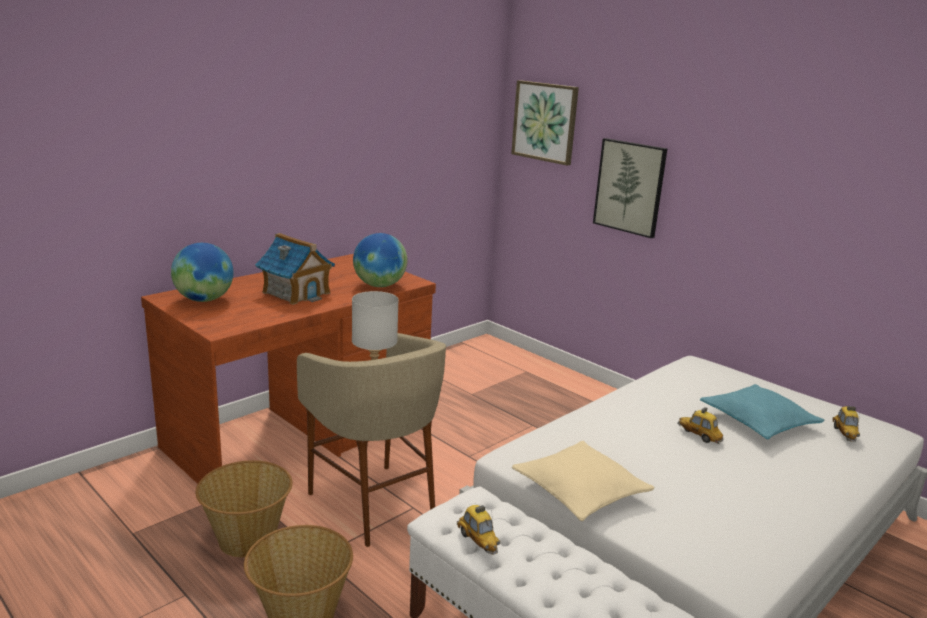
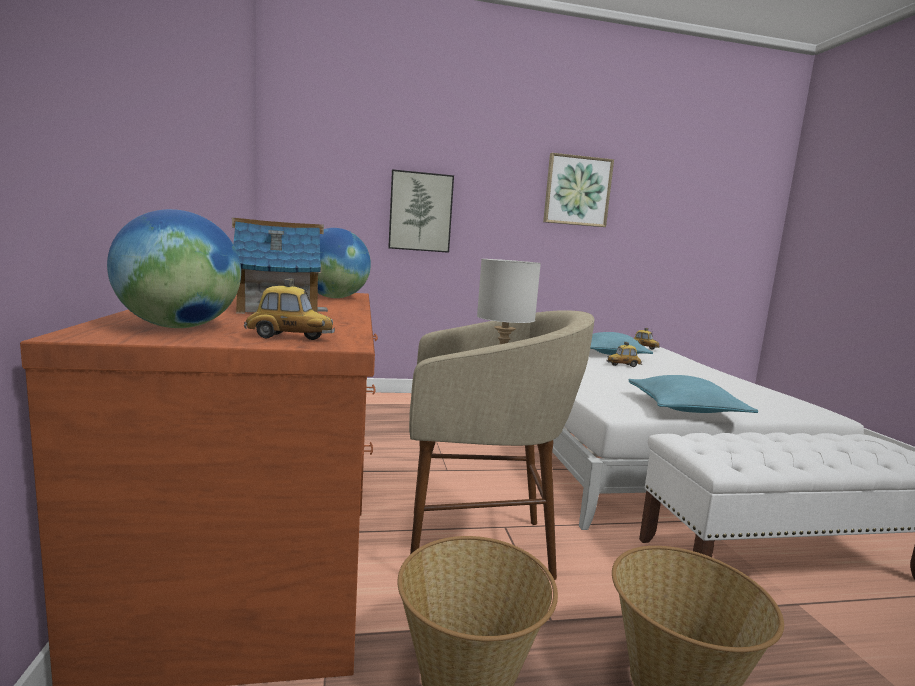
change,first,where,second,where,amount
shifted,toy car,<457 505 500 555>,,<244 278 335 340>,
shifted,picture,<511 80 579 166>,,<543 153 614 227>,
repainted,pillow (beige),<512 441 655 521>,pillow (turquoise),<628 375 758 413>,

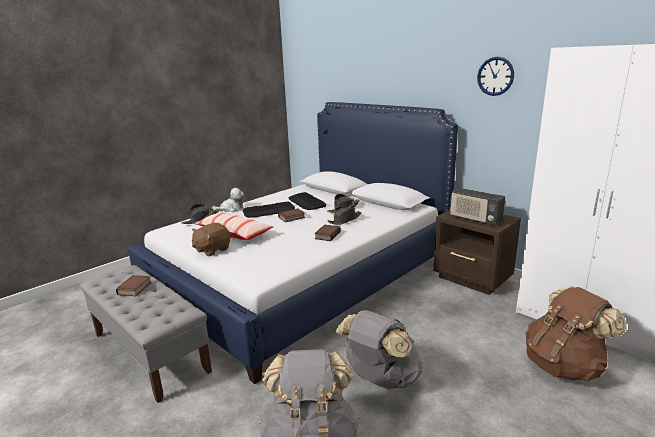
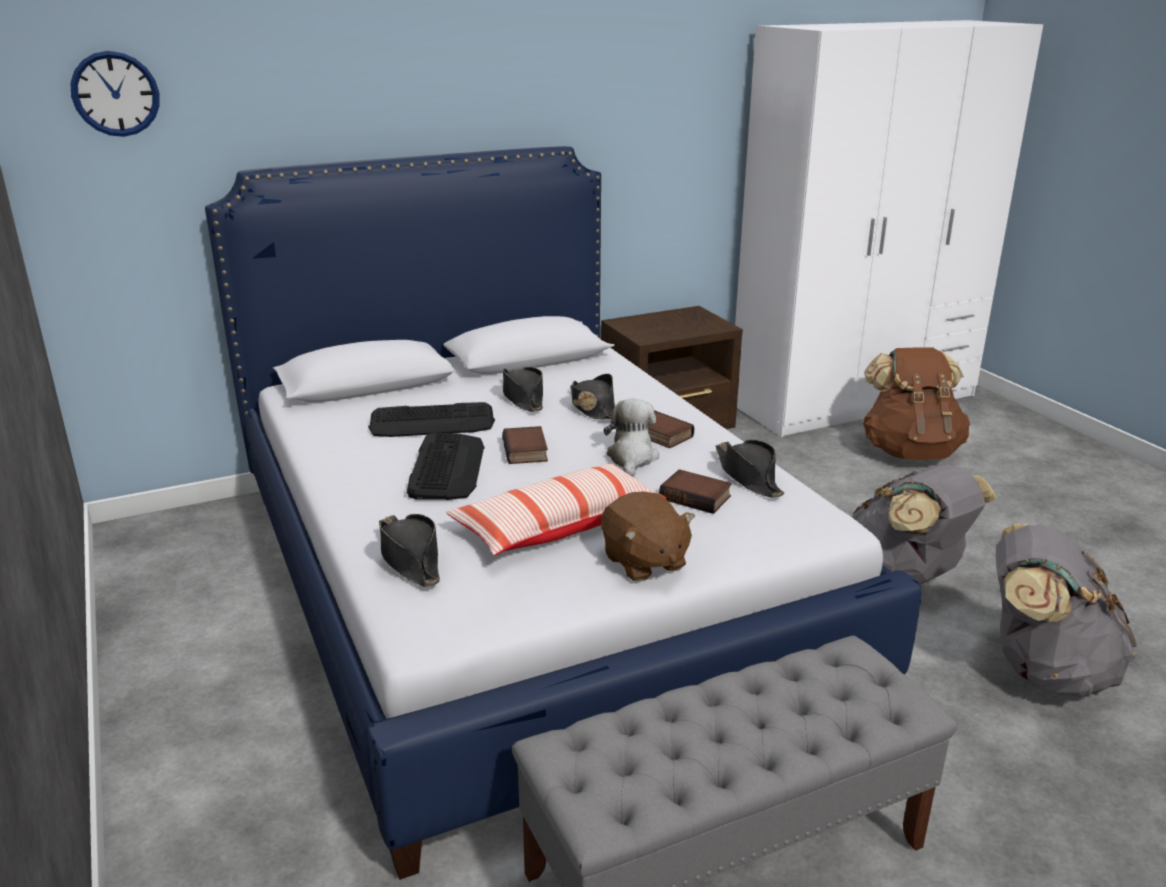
change,first,where,second,where,amount
shifted,wall clock,<477 57 514 96>,,<70 51 160 137>,
shifted,plush toy,<212 188 244 212>,,<604 399 659 476>,
shifted,book,<116 275 152 296>,,<659 469 732 514>,
new,,,hat (black),<716 440 785 498>,
gone,radio,<450 188 505 226>,,,

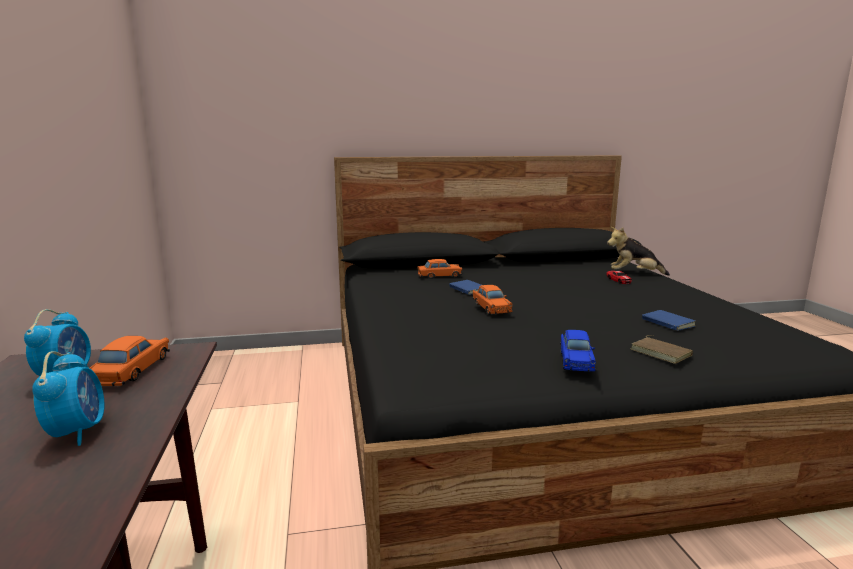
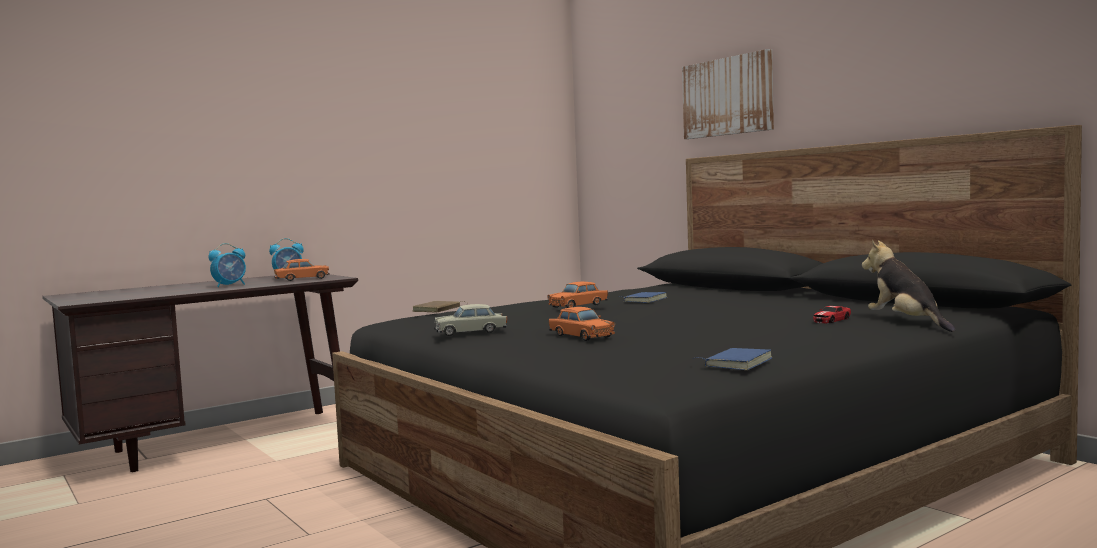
change,first,where,second,where,amount
shifted,book (brown),<630 335 693 364>,,<413 301 467 313>,
repainted,toy car (blue),<560 330 596 372>,toy car (beige),<434 304 507 336>,
shifted,toy car (orange),<417 259 462 279>,,<549 307 615 341>,
new,,,picture,<682 49 774 139>,
shifted,book (blue),<642 310 695 331>,,<693 348 772 370>,

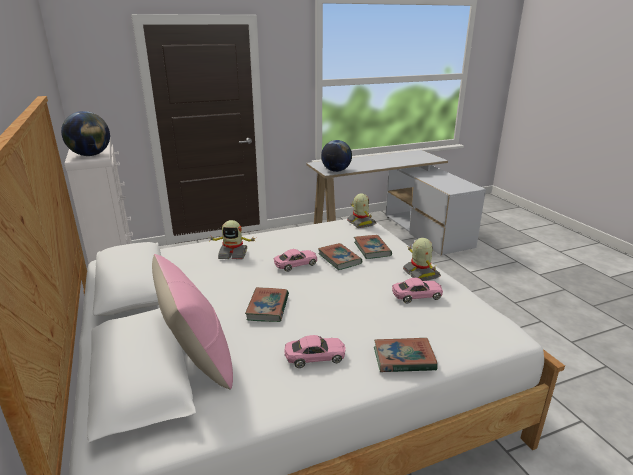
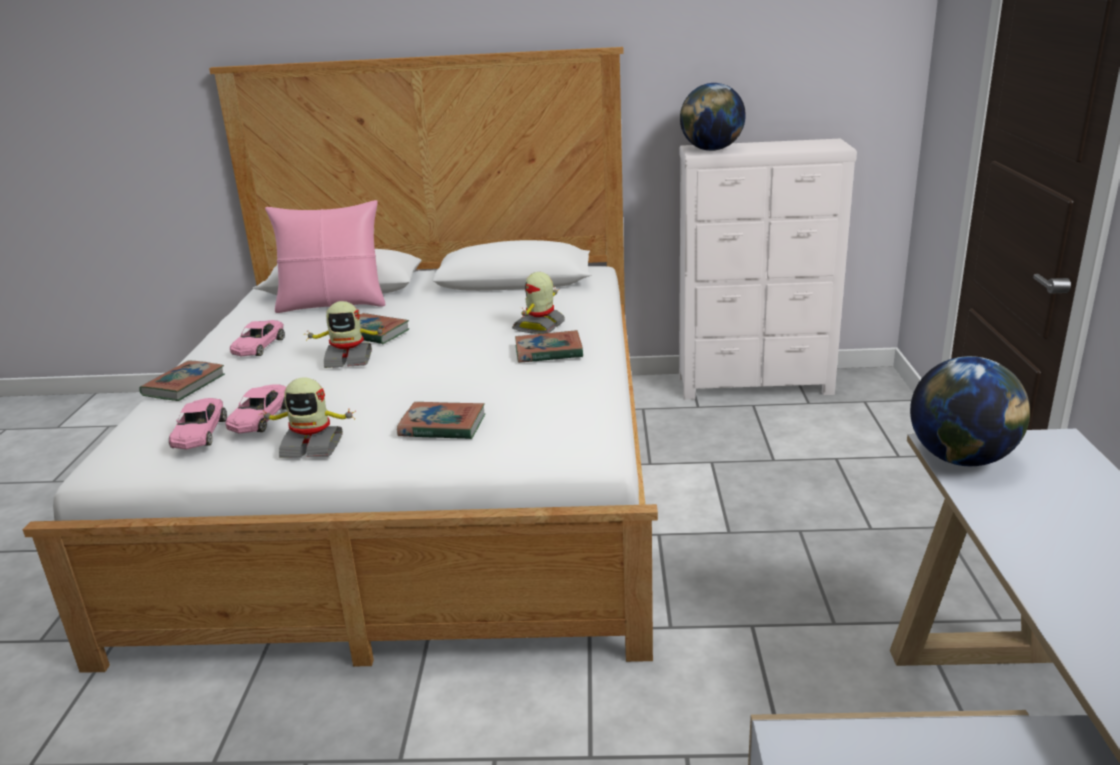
change,first,where,second,where,amount
shifted,toy car (pink),<274 249 317 272>,,<169 398 227 449>,
shifted,toy robot,<347 193 377 228>,,<306 301 385 368>,
shifted,book,<318 243 362 270>,,<515 330 583 363>,

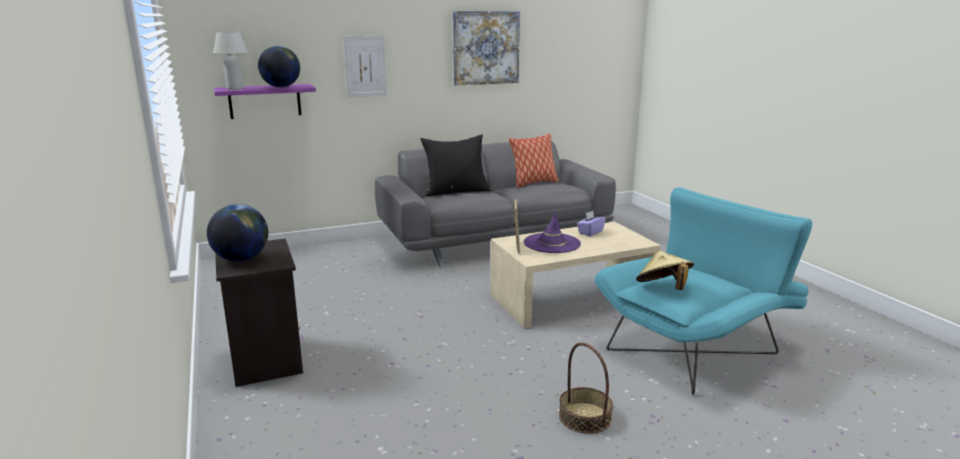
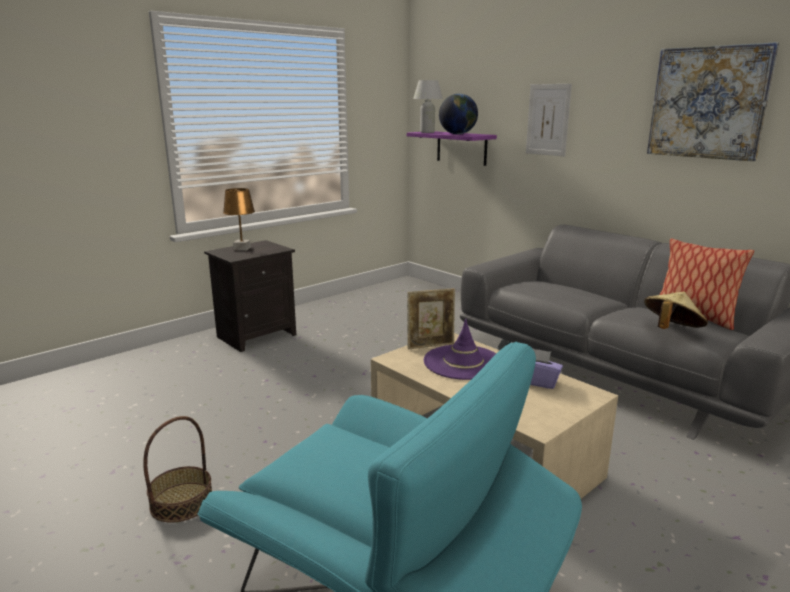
change,first,where,second,where,amount
swapped,globe,<207 204 268 262>,table lamp (brown),<223 188 255 251>,
shifted,hat (beige),<636 251 694 290>,,<644 291 708 329>,
gone,pillow (black),<420 135 491 197>,,,

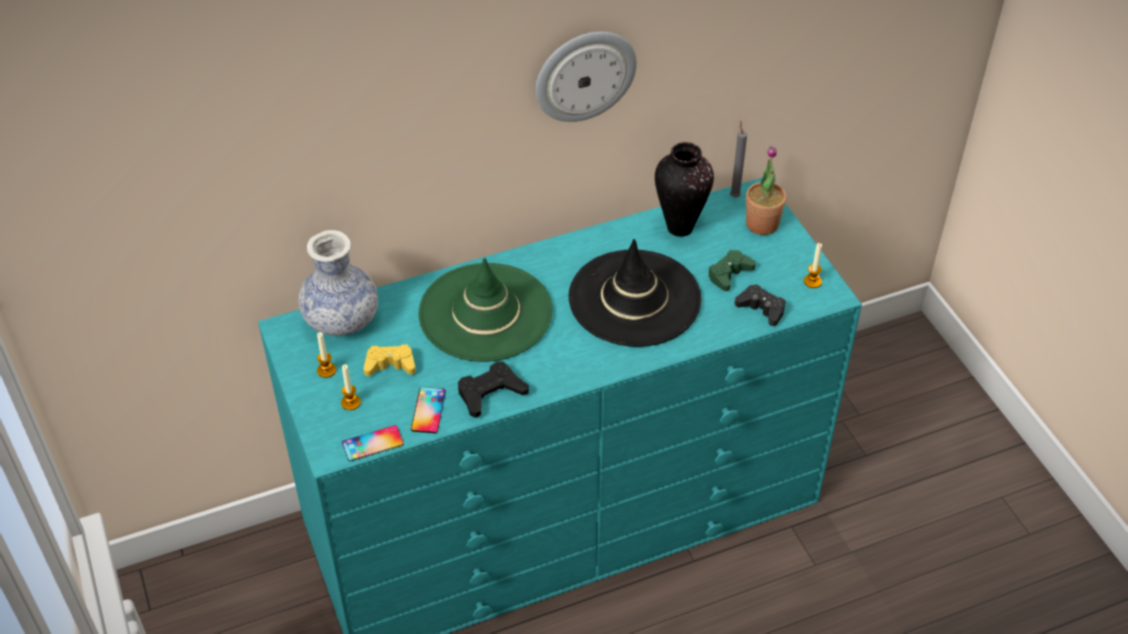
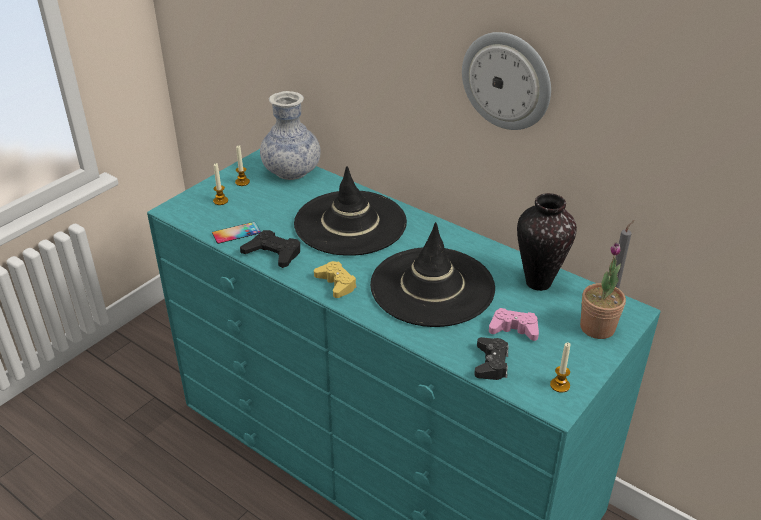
change,first,where,second,where,amount
repainted,hat (green),<419 258 553 362>,hat (black),<294 166 407 256>,
shifted,game controller (yellow),<363 344 416 376>,,<314 261 357 298>,
repainted,game controller (green),<708 250 756 291>,game controller (pink),<489 308 539 341>,
gone,phone,<342 425 404 462>,,,

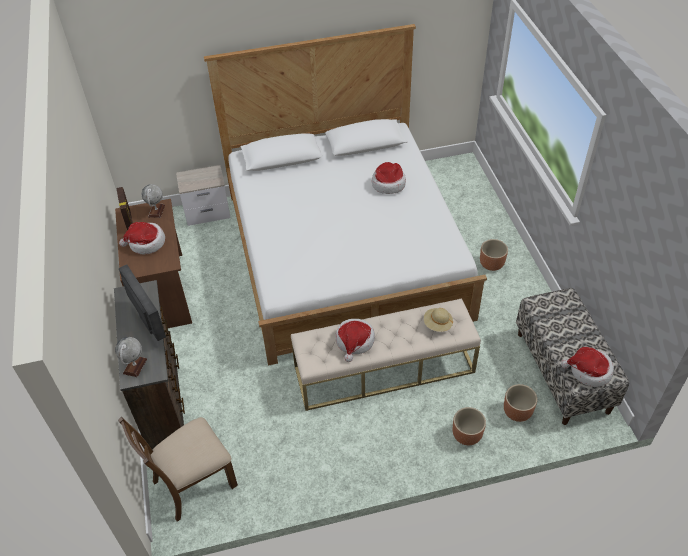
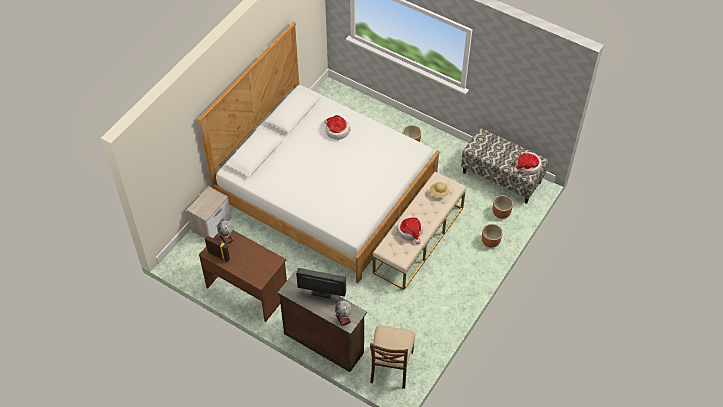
change,first,where,second,where,amount
gone,hat,<119 222 165 254>,,,

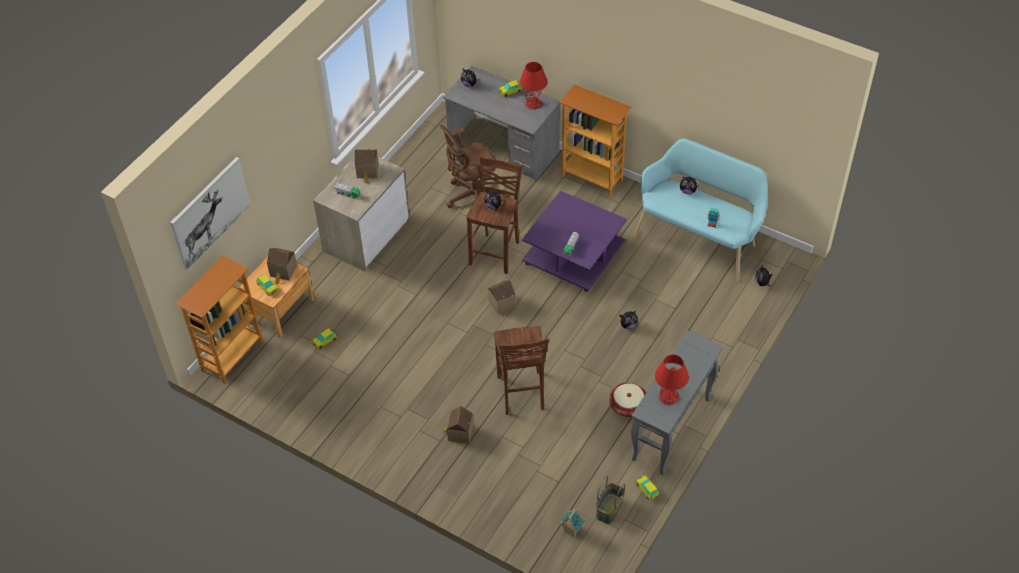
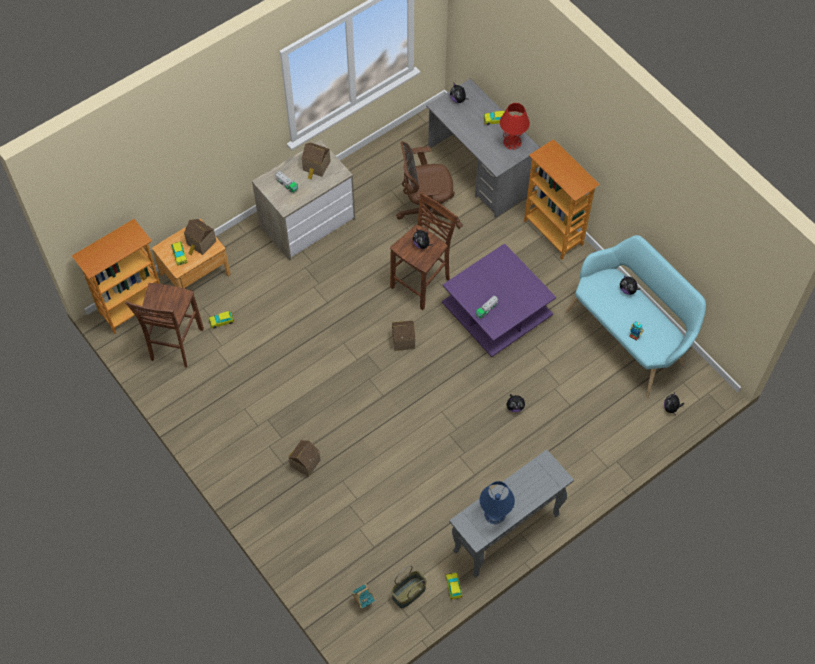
change,first,where,second,where,amount
shifted,stool (brown),<493 326 549 415>,,<126 283 204 368>,
repainted,table lamp (red),<655 354 689 405>,table lamp (blue),<479 481 515 524>,
gone,picture,<170 157 250 270>,,,
gone,basket,<609 383 646 417>,,,

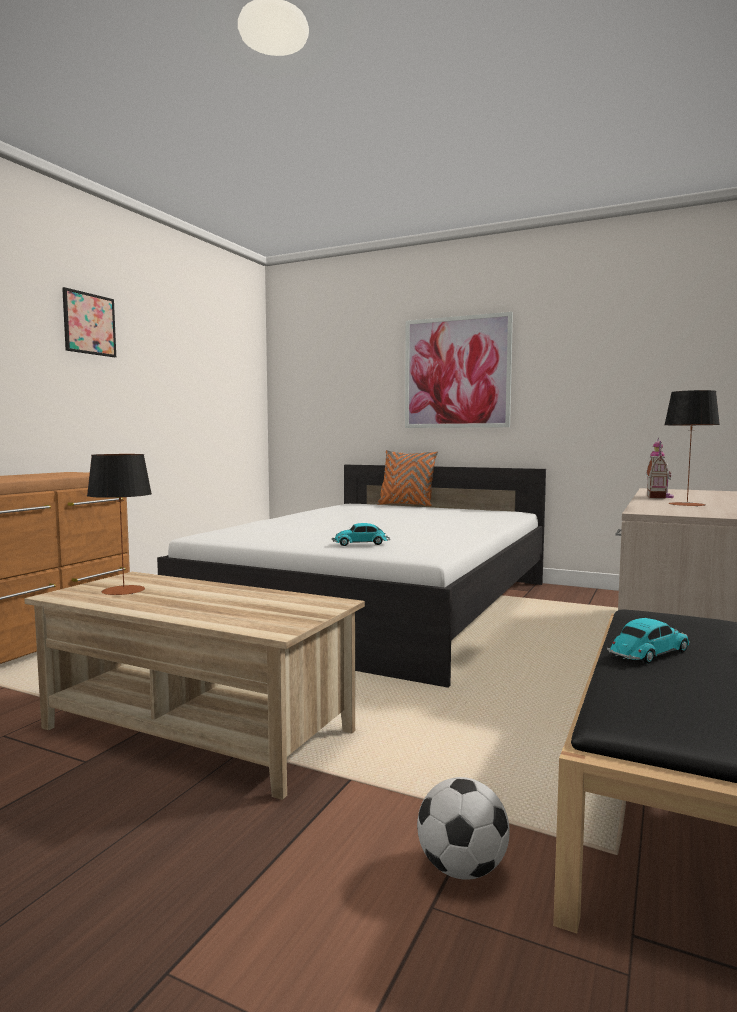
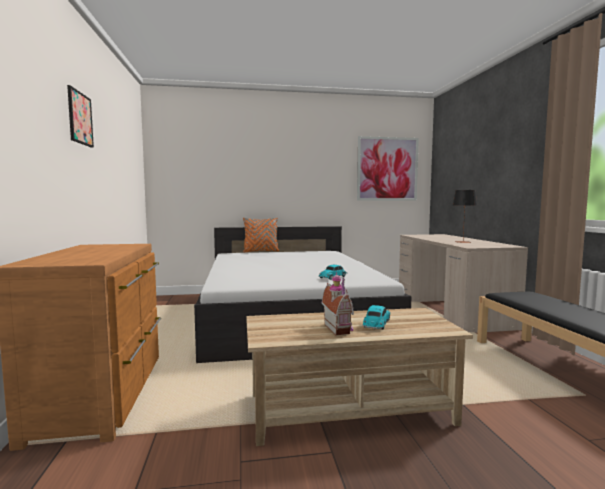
change,first,where,second,where,amount
shifted,toy house,<646 437 674 499>,,<322 272 354 336>,
shifted,picture,<405 312 513 428>,,<357 136 419 201>,
shifted,toy car,<607 618 690 664>,,<362 305 390 330>,
gone,table lamp,<87 454 152 595>,,,
gone,football,<417 777 510 880>,,,

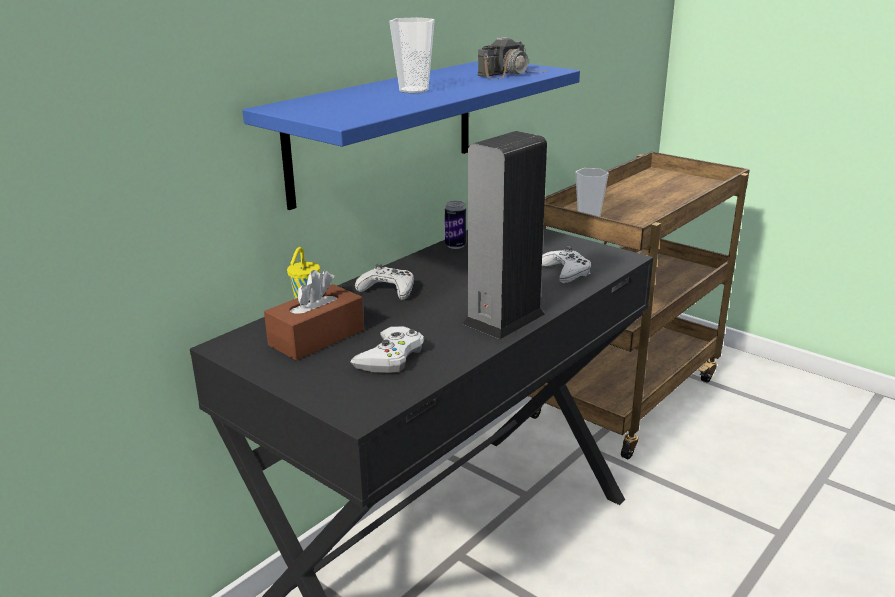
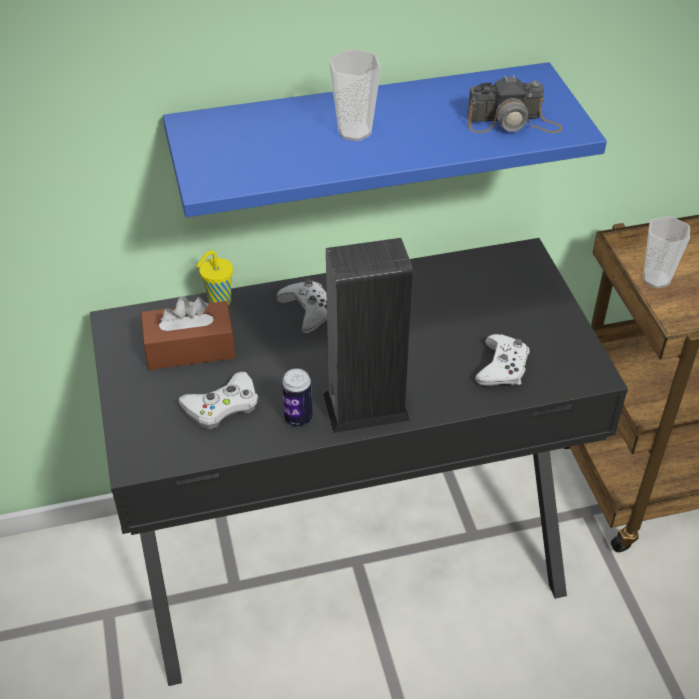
change,first,where,second,where,amount
shifted,can,<445 201 466 249>,,<282 369 313 426>,

